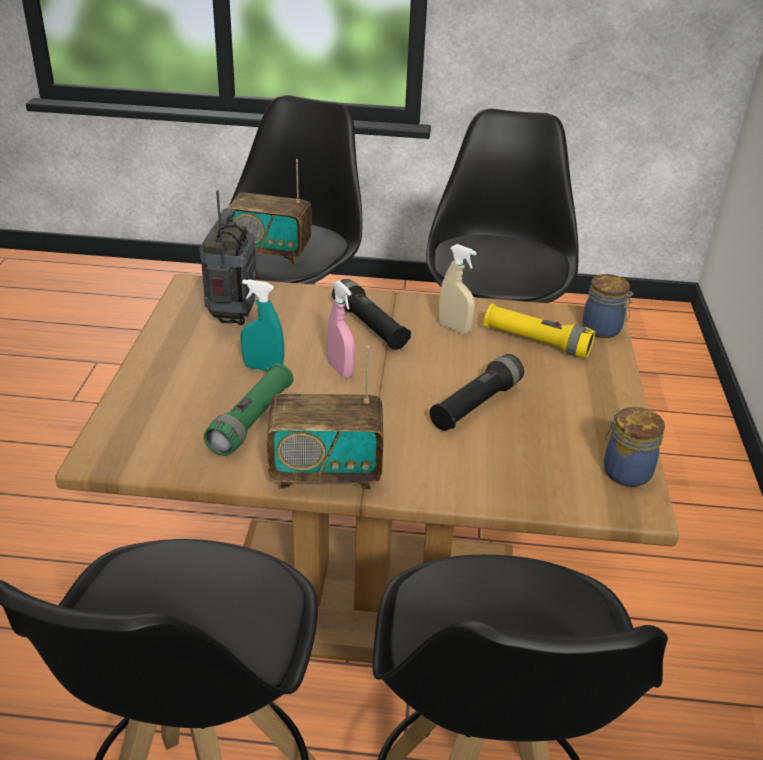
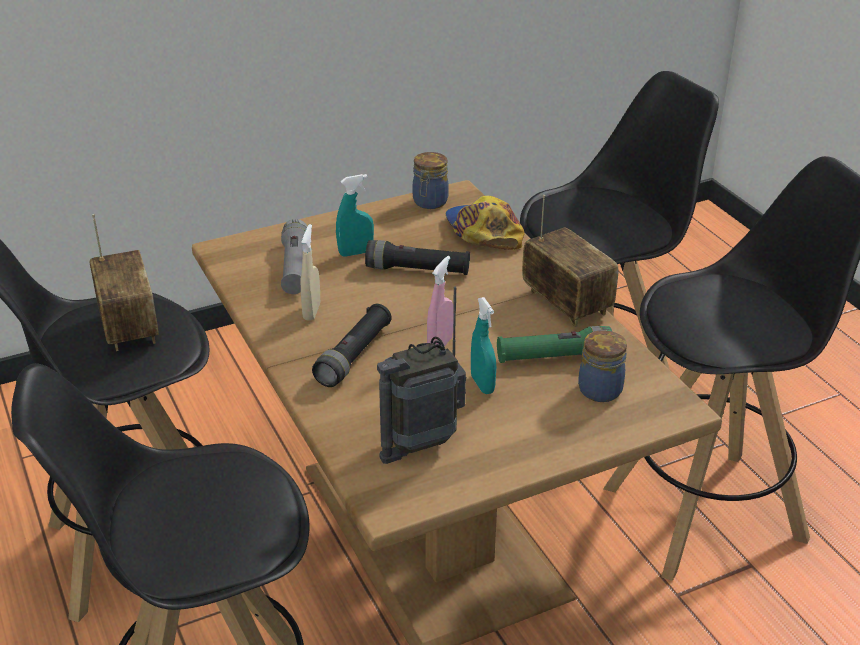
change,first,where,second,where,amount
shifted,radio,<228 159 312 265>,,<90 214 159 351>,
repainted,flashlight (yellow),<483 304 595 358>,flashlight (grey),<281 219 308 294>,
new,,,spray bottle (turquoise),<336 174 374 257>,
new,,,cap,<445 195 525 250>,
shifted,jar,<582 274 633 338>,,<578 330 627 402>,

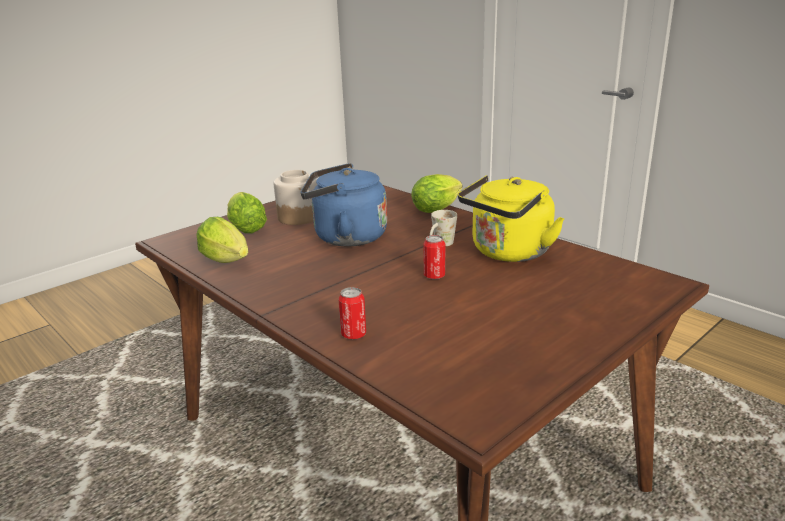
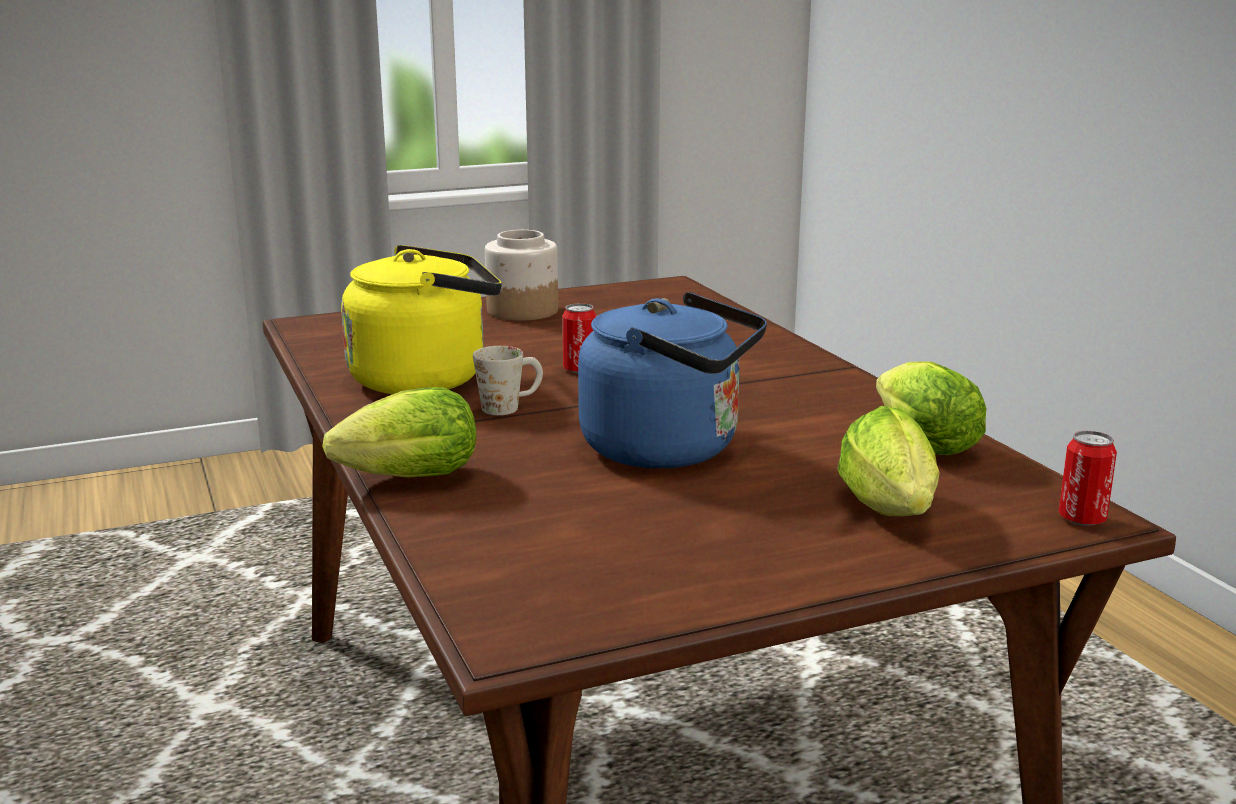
change,first,where,second,where,amount
shifted,jar,<274 170 317 225>,,<485 230 558 321>,
shifted,can,<338 287 366 339>,,<1059 431 1117 526>,

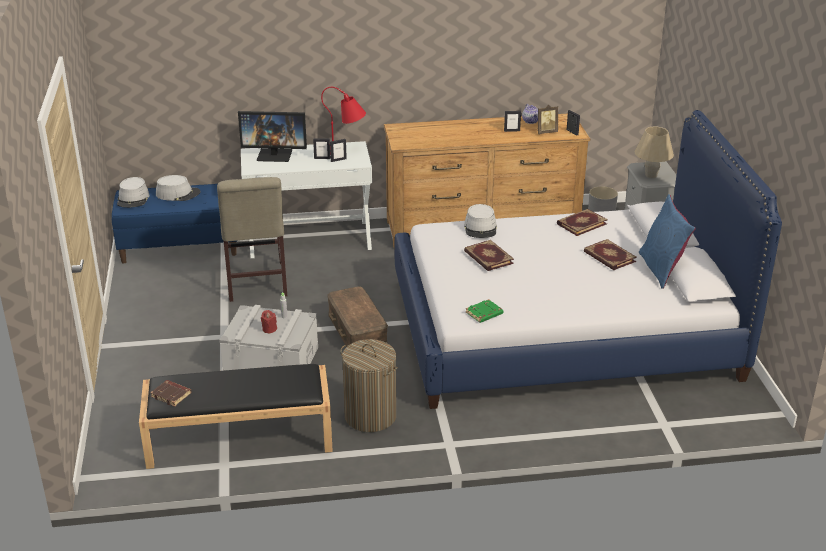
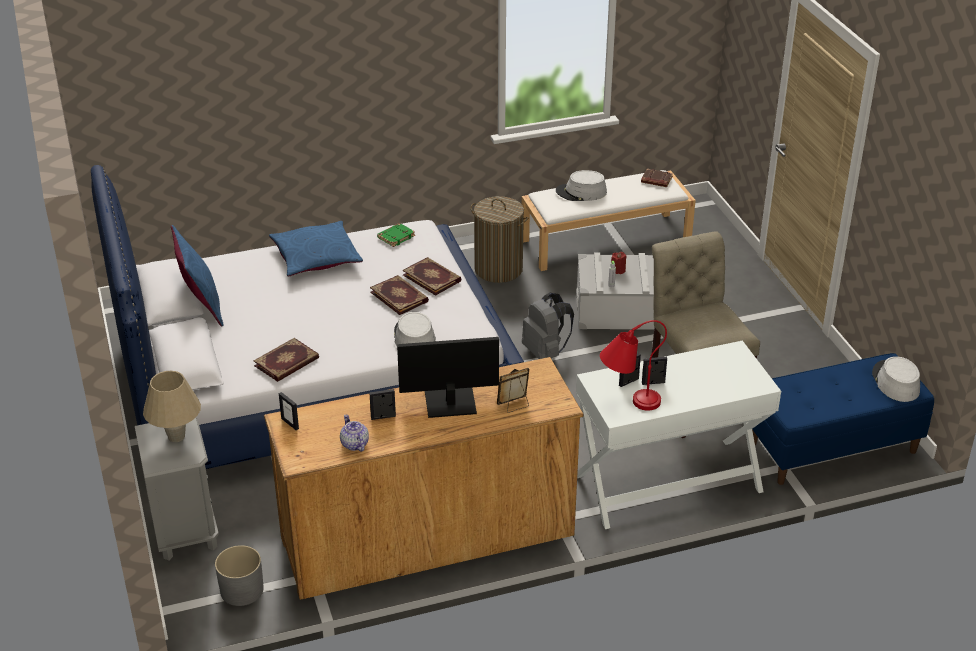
change,first,where,second,where,amount
new,,,pillow (blue),<269 221 363 276>,
shifted,monitor,<238 111 307 162>,,<397 337 499 418>,
shifted,book,<584 239 637 270>,,<402 257 461 296>,
shifted,picture frame,<537 105 558 134>,,<497 368 529 413>,
repainted,bench (black),<139 364 333 469>,bench (white),<521 170 696 271>,
swapped,storage box (brown),<327 286 388 347>,backpack (grey),<522 293 574 359>,
shifted,hat (grey),<156 175 201 201>,,<556 170 607 201>,

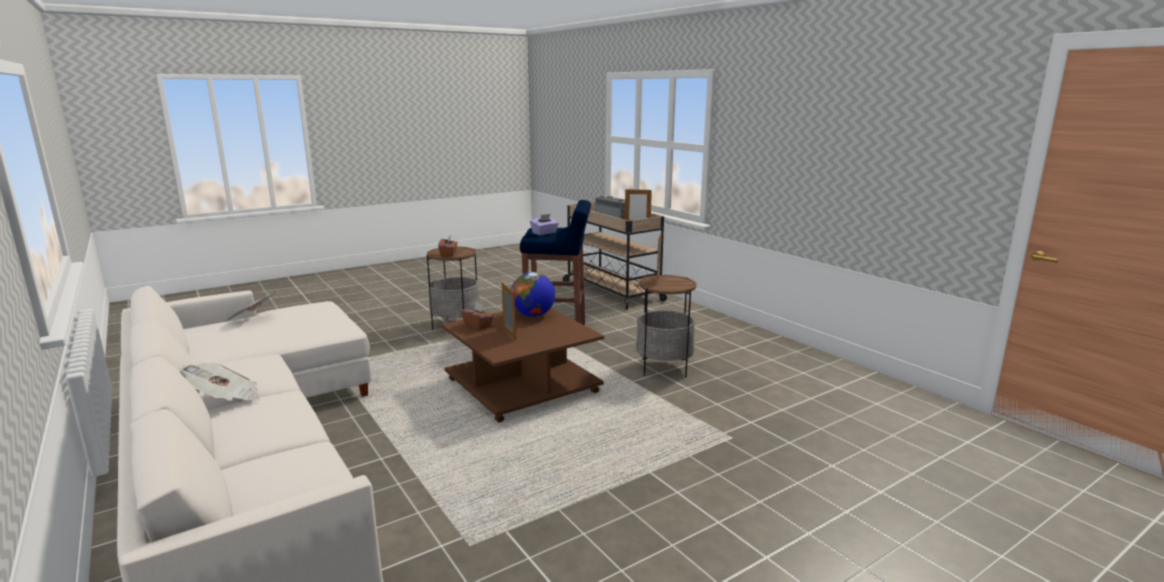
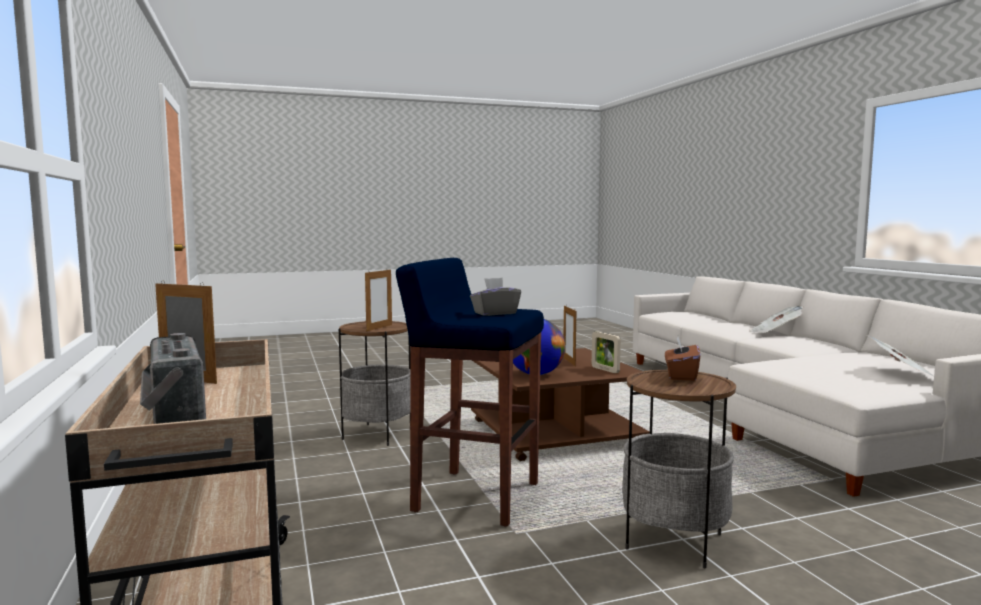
change,first,where,second,where,amount
repainted,tissue box (purple),<530 214 559 235>,tissue box (grey),<470 277 521 316>,
swapped,tissue box (brown),<461 302 494 330>,picture frame,<592 331 621 373>,

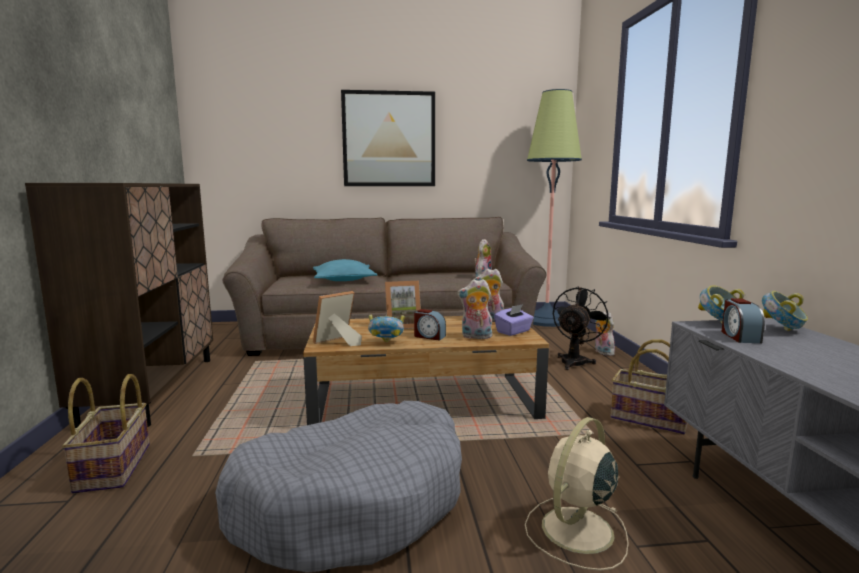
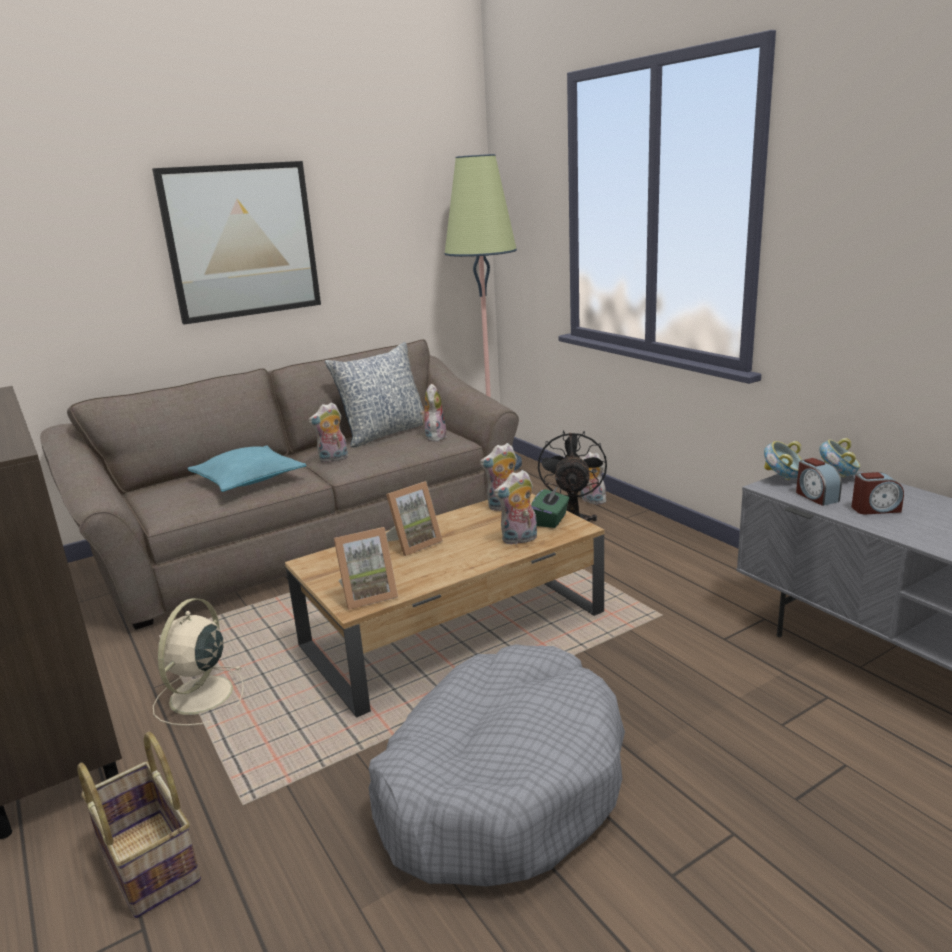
change,first,where,second,where,amount
shifted,fan (beige),<525 417 629 571>,,<153 598 244 726>,
new,,,plush toy,<308 402 348 463>,
new,,,pillow,<325 342 424 447>,
rotated,picture frame,<313 291 362 346>,,<334 527 398 610>,135 degrees counterclockwise
repainted,tissue box (purple),<494 304 534 336>,tissue box (green),<531 486 569 528>,
shifted,alarm clock,<414 309 446 341>,,<852 472 904 514>,
gone,bowl,<368 315 405 342>,,,
gone,basket,<610 339 688 435>,,,

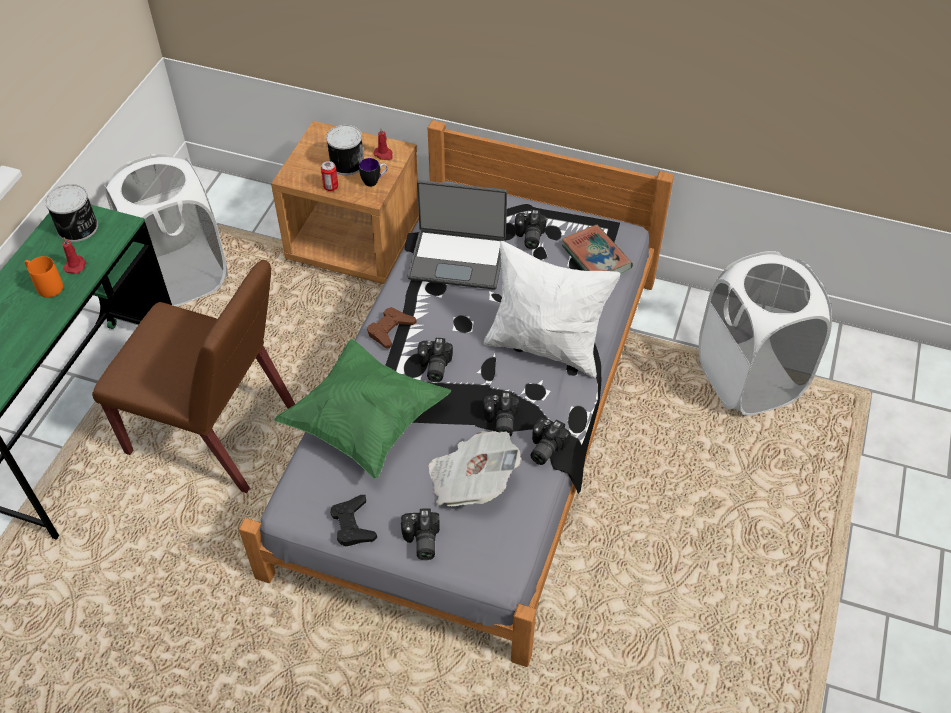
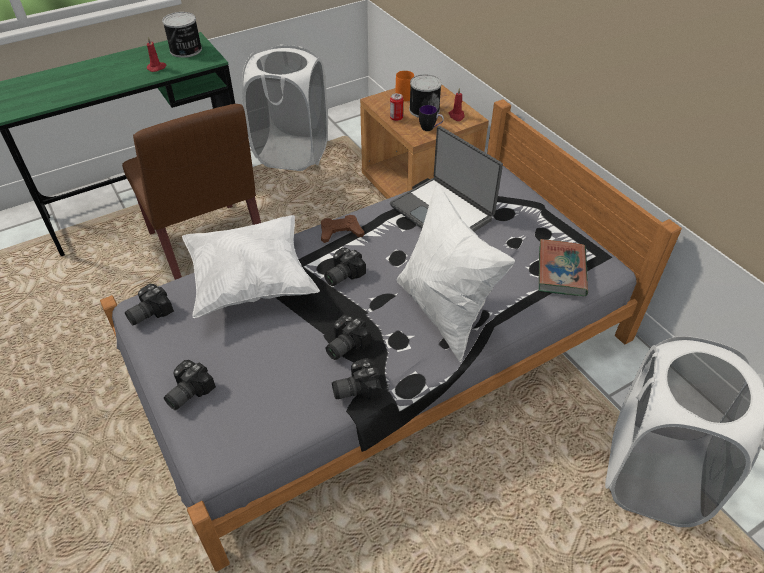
change,first,where,second,where,amount
shifted,photo camera,<515 210 547 249>,,<125 284 174 325>,
repainted,pillow (green),<274 339 451 479>,pillow (white),<182 215 320 318>,
shifted,mug (orange),<25 256 63 298>,,<396 71 414 101>,
gone,game controller (black),<330 495 377 547>,,,
gone,newspaper,<428 431 521 506>,,,

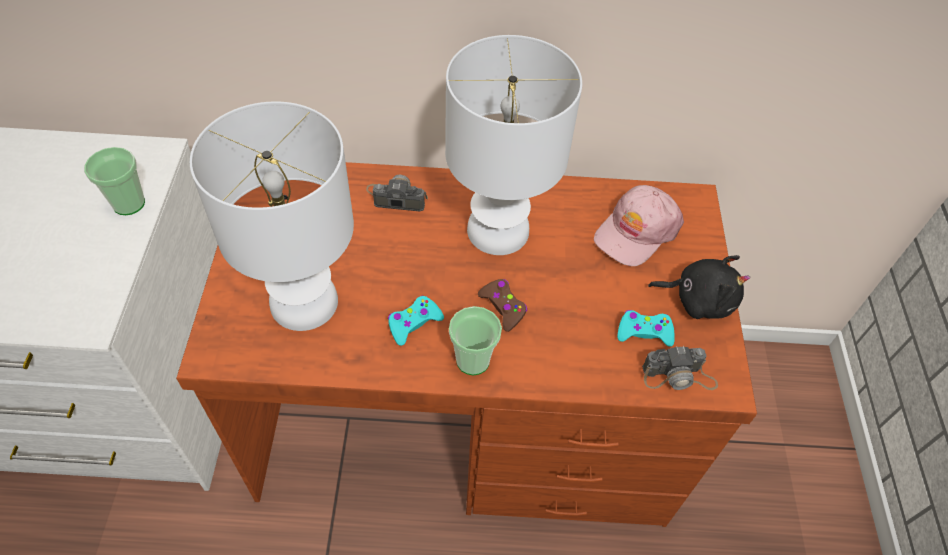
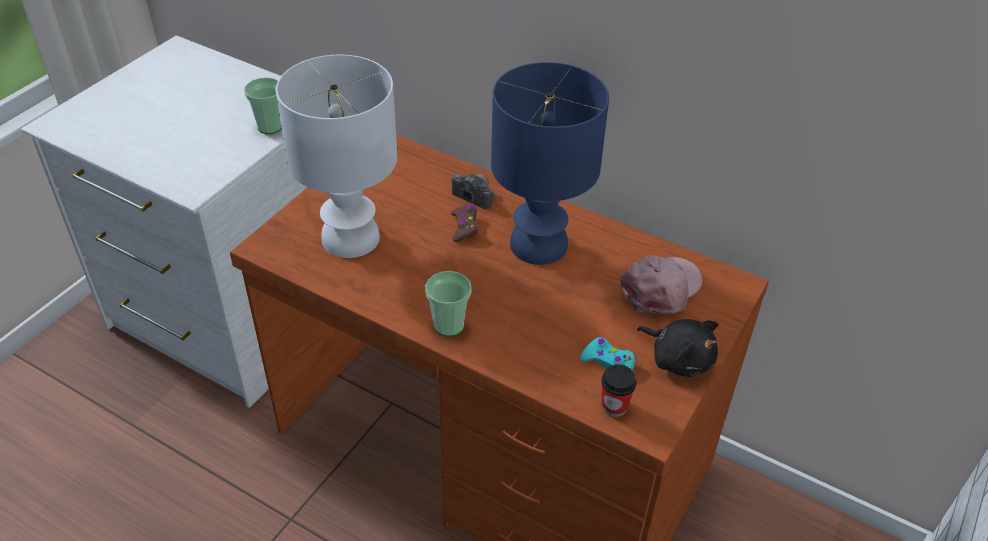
change,first,where,second,where,amount
shifted,game controller (brown),<478 279 527 332>,,<451 205 478 242>,
repainted,table lamp (white),<445 35 582 255>,table lamp (blue),<491 62 609 265>,
swapped,photo camera,<642 346 718 390>,cup,<601 364 637 417>,
rotated,cap (pink),<594 185 684 266>,,<620 255 702 314>,150 degrees clockwise
gone,game controller (turquoise),<388 296 444 346>,,,

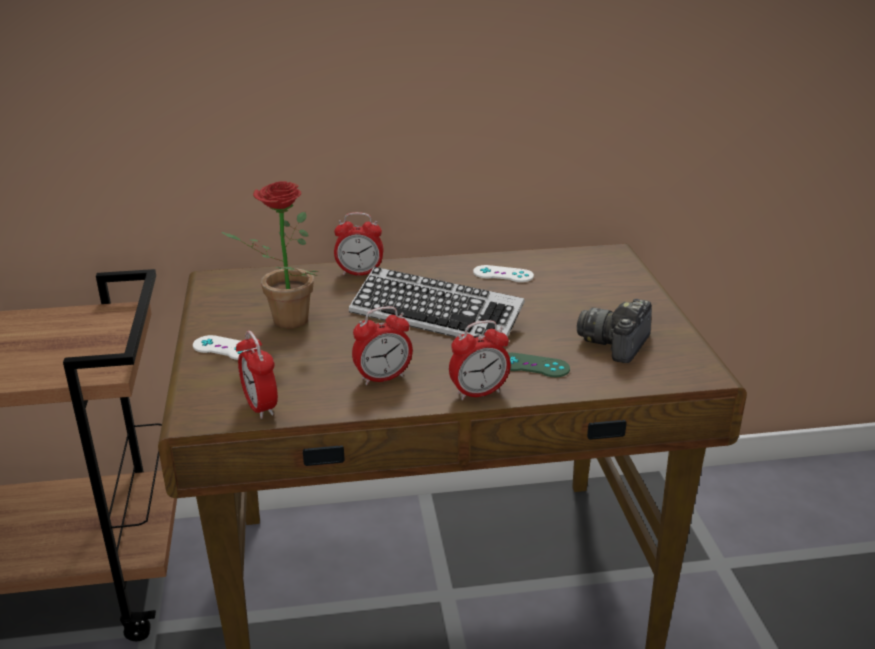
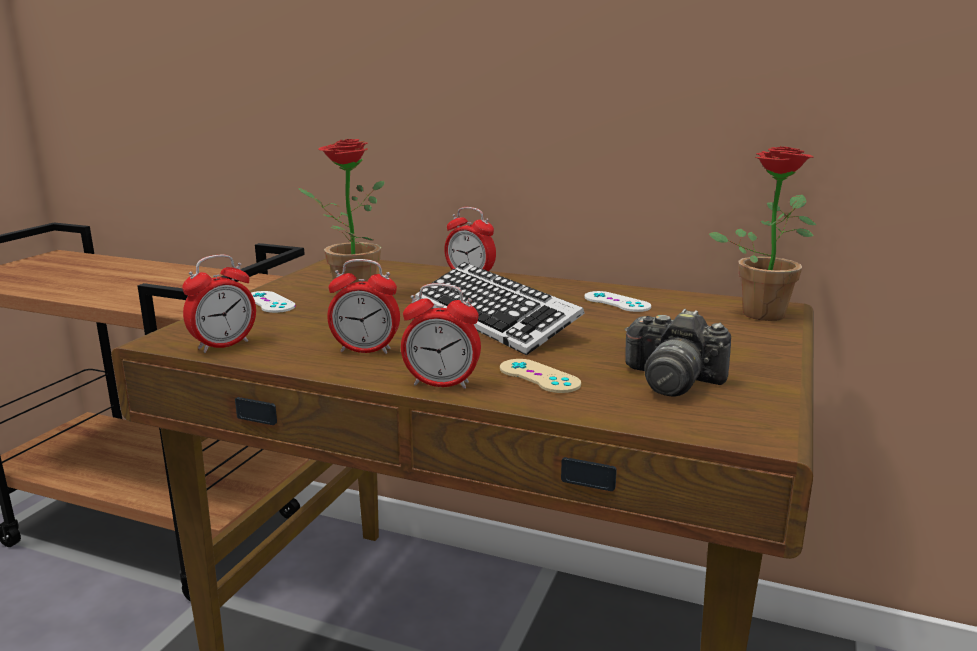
change,first,where,second,where,amount
rotated,alarm clock,<236 331 278 419>,,<182 254 256 353>,135 degrees counterclockwise
repainted,game controller (green),<508 353 570 377>,game controller (beige),<500 359 581 393>,
rotated,photo camera,<577 299 652 363>,,<625 309 731 397>,120 degrees counterclockwise
new,,,potted plant,<709 146 816 321>,

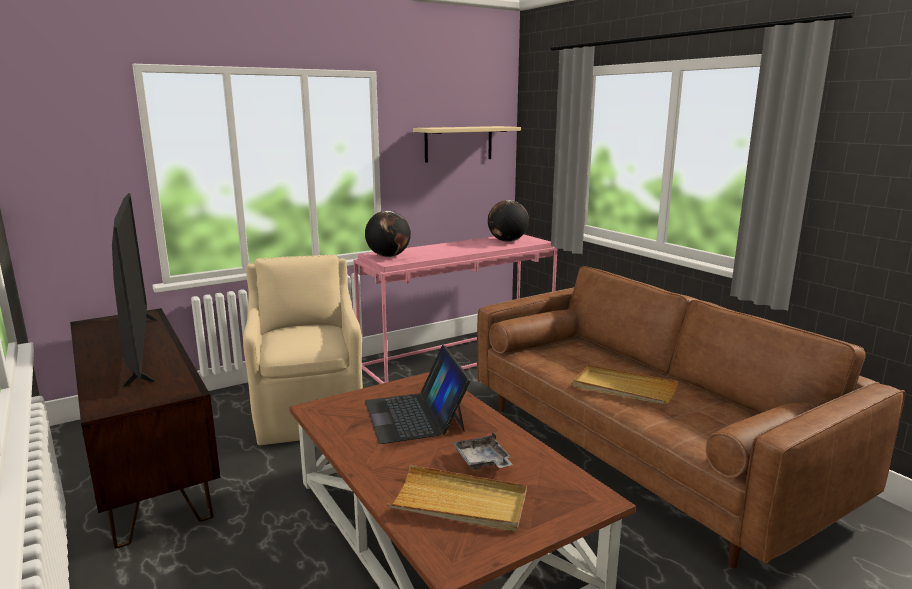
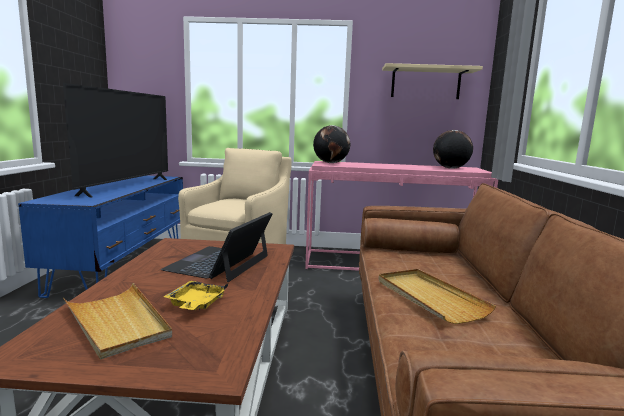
change,first,where,second,where,amount
repainted,tv stand (brown),<70 308 221 549>,tv stand (blue),<18 175 183 298>,
repainted,tray (grey),<452 432 513 470>,tray (yellow),<164 281 228 310>,

